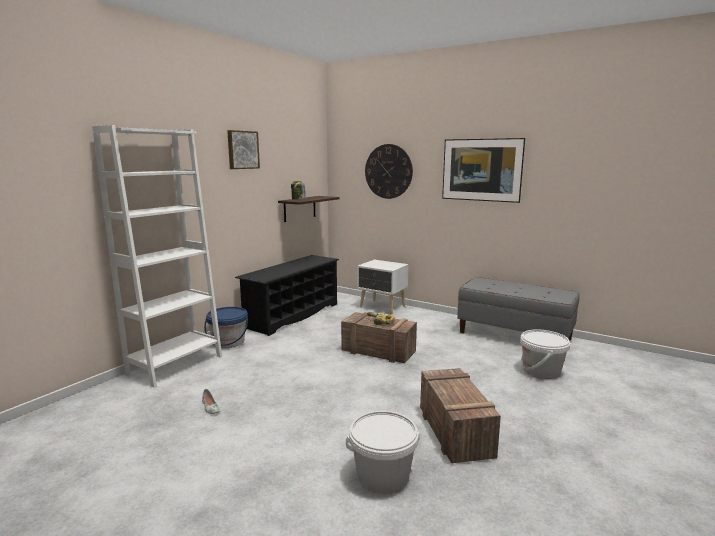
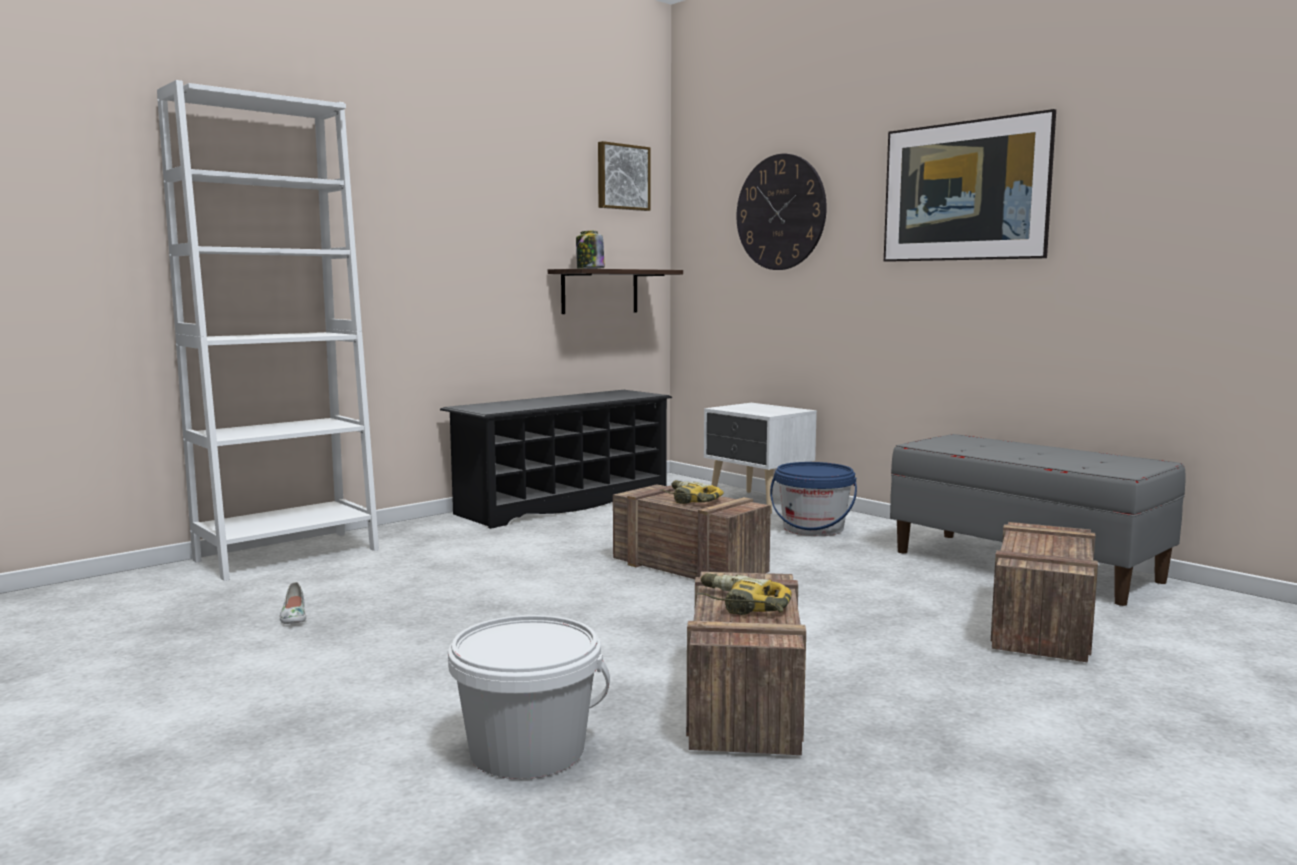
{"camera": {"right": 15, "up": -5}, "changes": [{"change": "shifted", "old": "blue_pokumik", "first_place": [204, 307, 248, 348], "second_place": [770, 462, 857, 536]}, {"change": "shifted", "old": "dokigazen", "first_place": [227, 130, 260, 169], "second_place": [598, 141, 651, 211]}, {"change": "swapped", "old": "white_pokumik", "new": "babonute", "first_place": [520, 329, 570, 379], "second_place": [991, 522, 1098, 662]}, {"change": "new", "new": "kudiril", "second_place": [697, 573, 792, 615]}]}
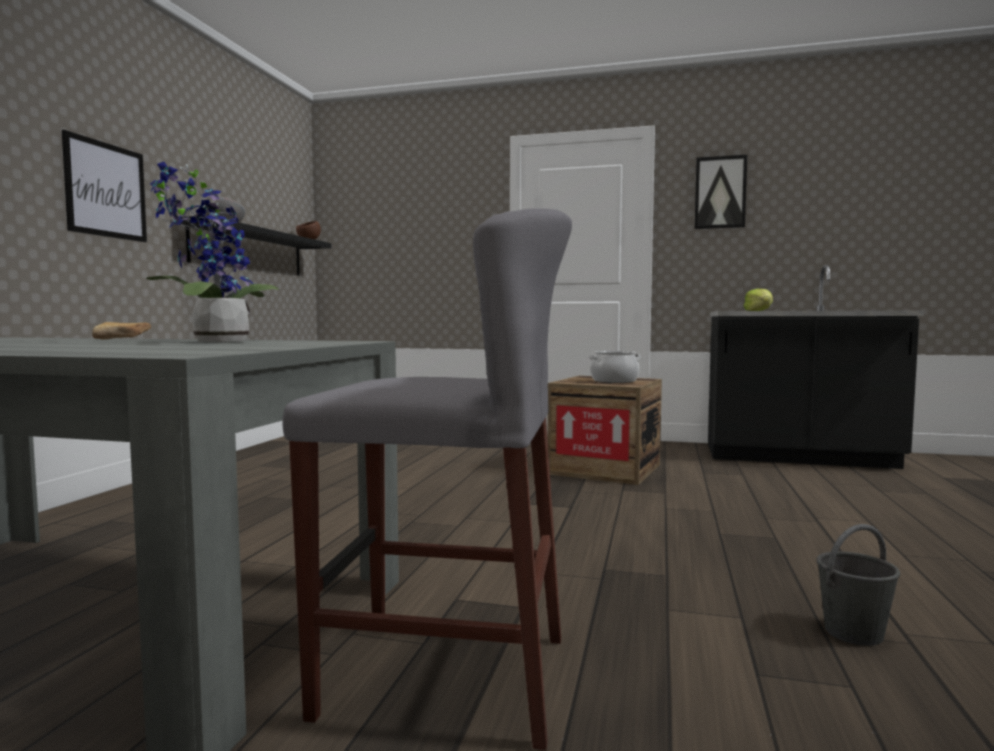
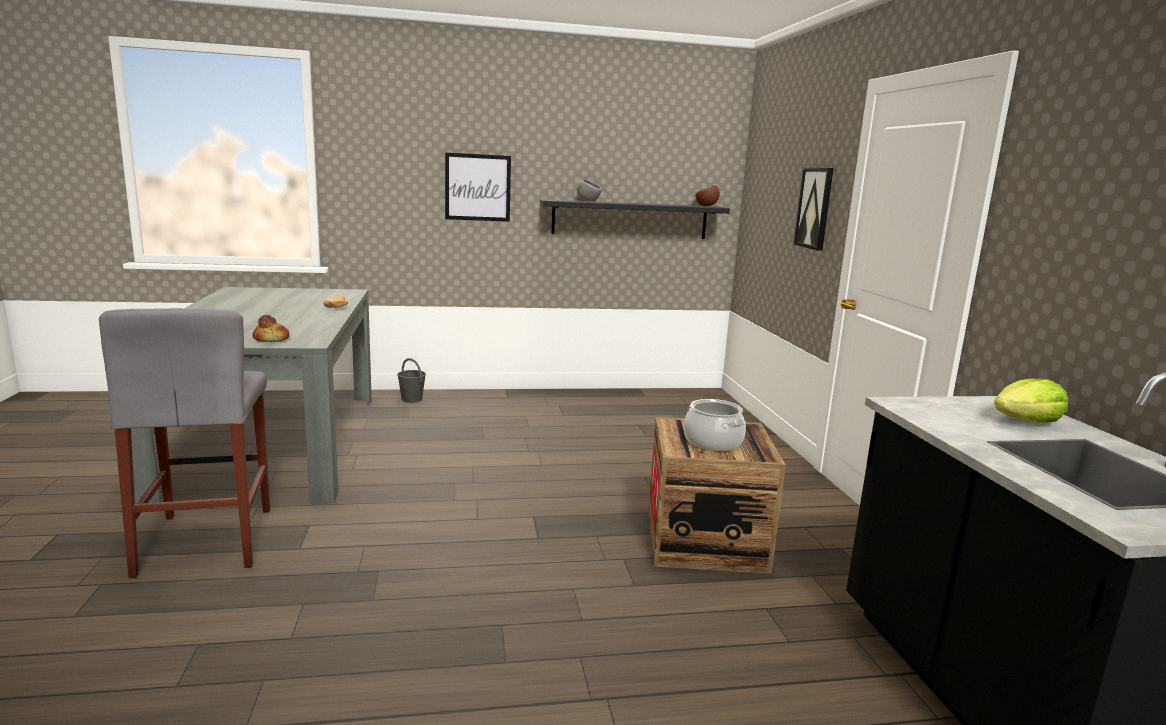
{"camera": {"right": 65, "up": 10}, "changes": [{"change": "gone", "old": "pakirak", "first_place": [146, 162, 278, 342]}, {"change": "shifted", "old": "dokigazen", "first_place": [694, 155, 747, 229], "second_place": [793, 168, 834, 251]}, {"change": "shifted", "old": "grey_pokumik", "first_place": [817, 524, 900, 646], "second_place": [397, 358, 426, 403]}, {"change": "new", "new": "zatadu", "second_place": [252, 315, 289, 342]}]}
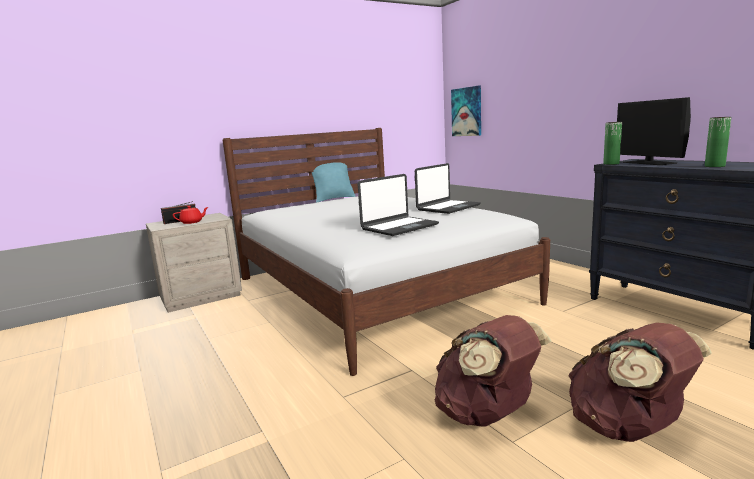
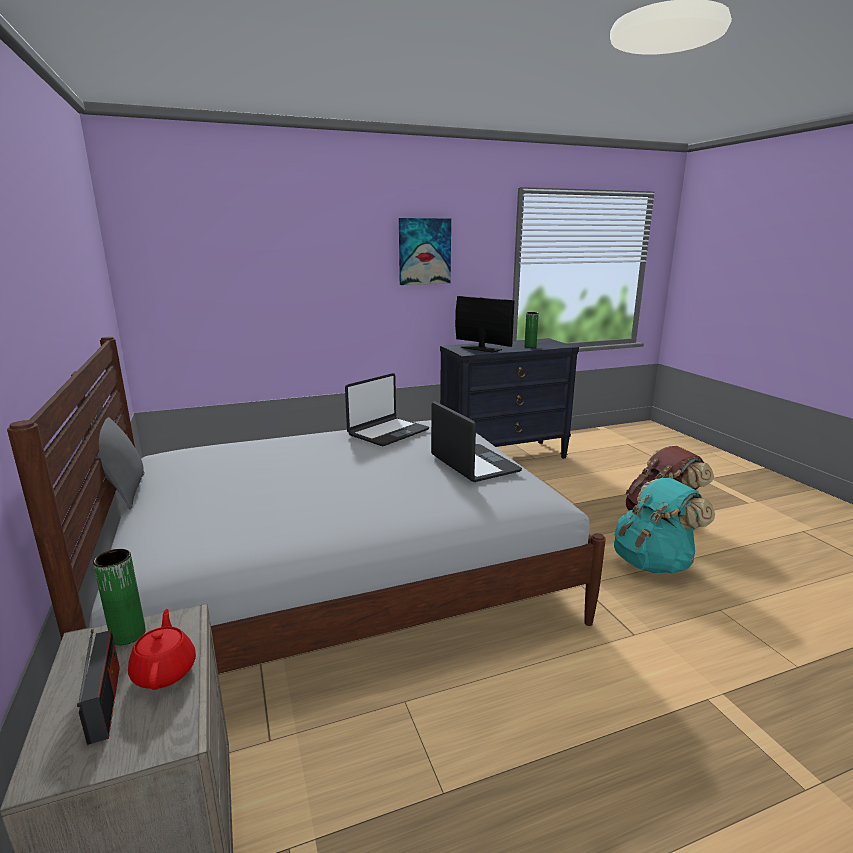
{"camera": {"right": -80, "up": 5}, "changes": [{"change": "repainted", "old": "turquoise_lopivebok", "new": "grey_lopivebok", "first_place": [312, 162, 355, 202], "second_place": [82, 407, 145, 509]}, {"change": "rotated", "old": "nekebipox", "first_place": [415, 163, 481, 214], "second_place": [345, 373, 429, 446], "degrees": 75}, {"change": "repainted", "old": "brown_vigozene", "new": "turquoise_vigozene", "first_place": [434, 315, 551, 427], "second_place": [614, 477, 715, 573]}, {"change": "shifted", "old": "dokigazen", "first_place": [451, 86, 481, 136], "second_place": [399, 218, 451, 285]}, {"change": "shifted", "old": "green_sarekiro", "first_place": [603, 122, 622, 165], "second_place": [93, 549, 146, 645]}, {"change": "rotated", "old": "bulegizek", "first_place": [617, 97, 691, 165], "second_place": [455, 296, 515, 353], "degrees": -135}]}
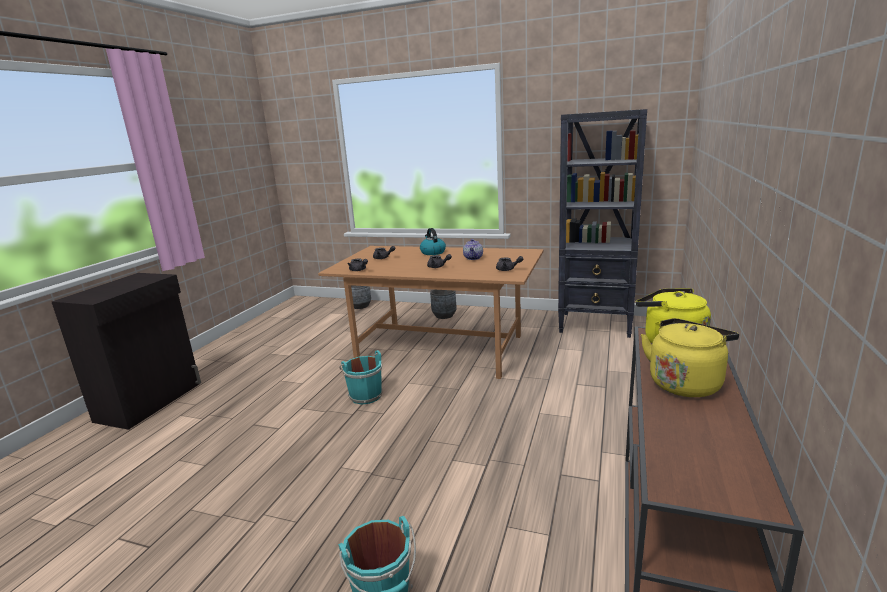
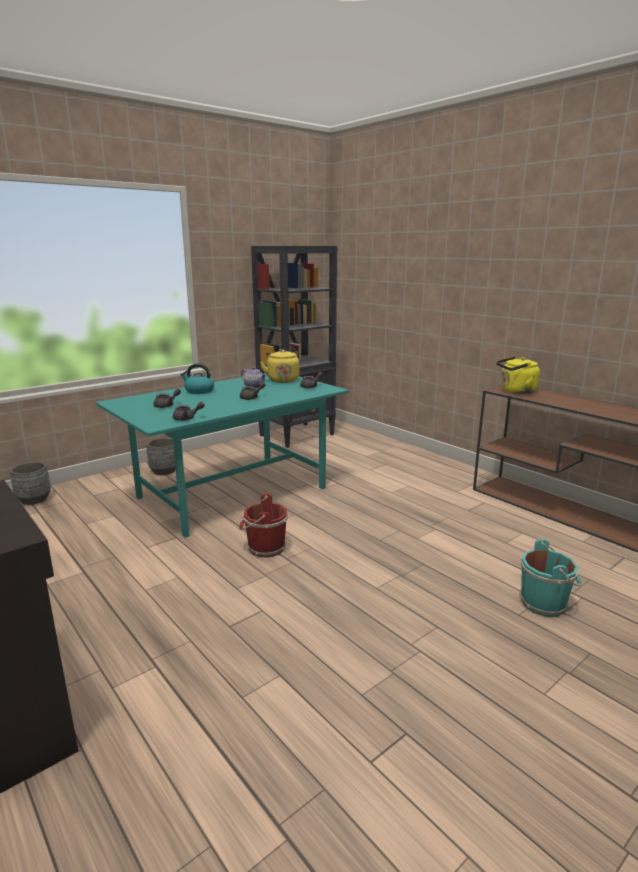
{"camera": {"right": -60, "up": 0}, "changes": [{"change": "repainted", "old": "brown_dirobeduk", "new": "turquoise_dirobeduk", "first_place": [318, 246, 544, 379], "second_place": [96, 375, 349, 538]}, {"change": "repainted", "old": "turquoise_pokumik", "new": "red_pokumik", "first_place": [339, 350, 382, 405], "second_place": [239, 494, 288, 557]}, {"change": "shifted", "old": "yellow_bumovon", "first_place": [641, 318, 739, 397], "second_place": [260, 350, 299, 383]}]}
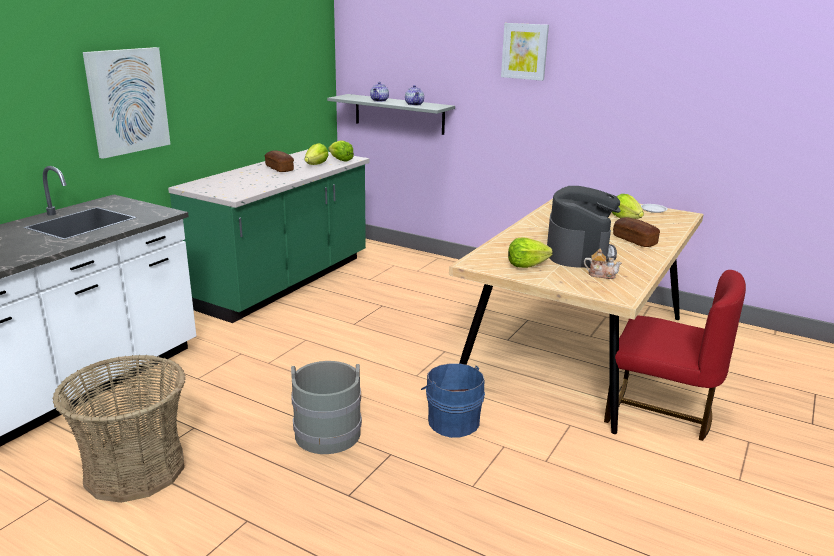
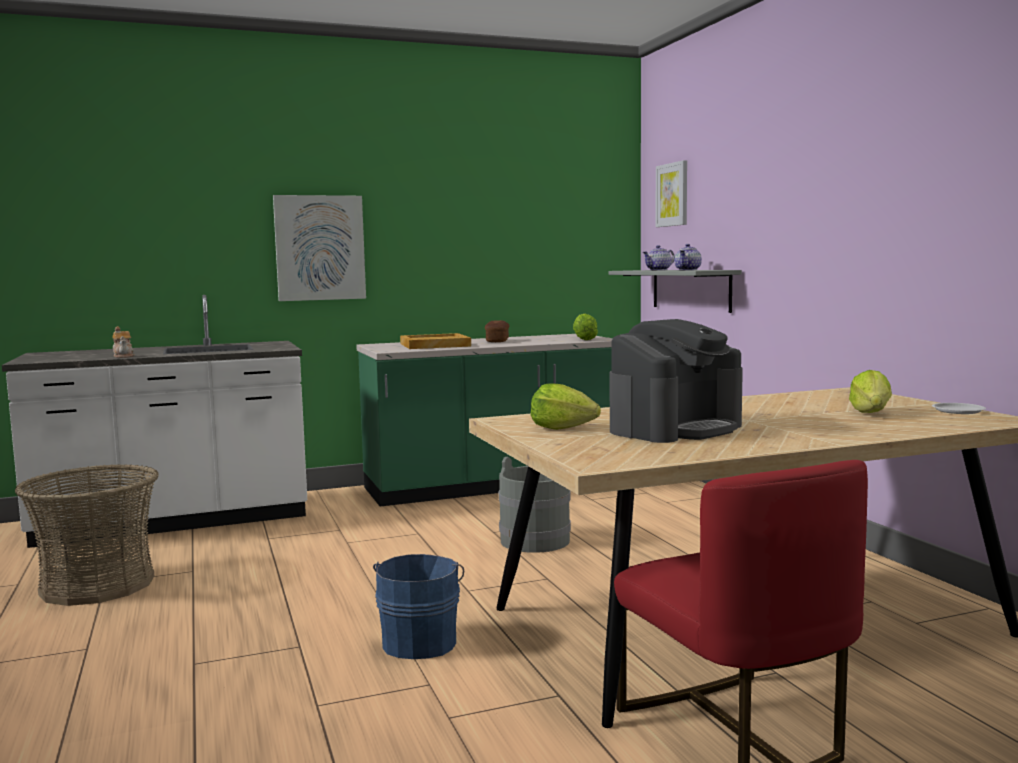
{"camera": {"right": 40, "up": -15}, "changes": [{"change": "shifted", "old": "grey_pokumik", "first_place": [291, 361, 362, 454], "second_place": [498, 457, 571, 553]}, {"change": "gone", "old": "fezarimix", "first_place": [305, 143, 329, 165]}, {"change": "shifted", "old": "dokigazen", "first_place": [501, 23, 549, 81], "second_place": [656, 160, 687, 227]}, {"change": "shifted", "old": "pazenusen", "first_place": [584, 248, 622, 279], "second_place": [112, 326, 135, 358]}, {"change": "gone", "old": "zatadu", "first_place": [613, 217, 660, 247]}, {"change": "new", "new": "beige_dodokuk", "second_place": [400, 333, 471, 349]}]}
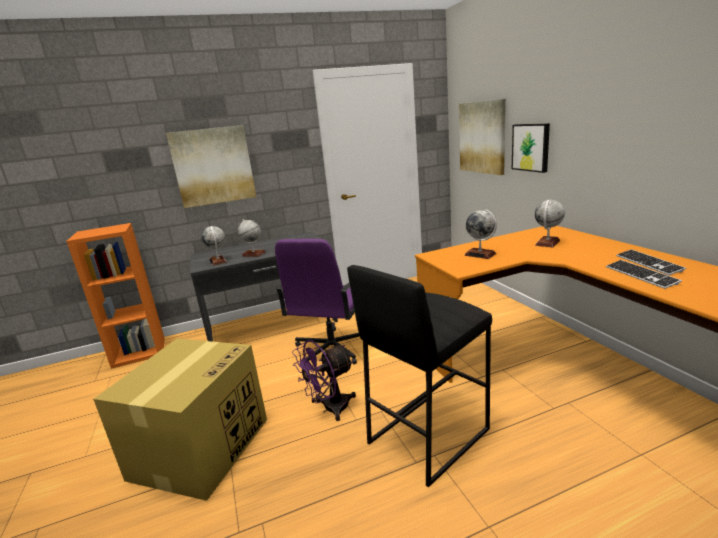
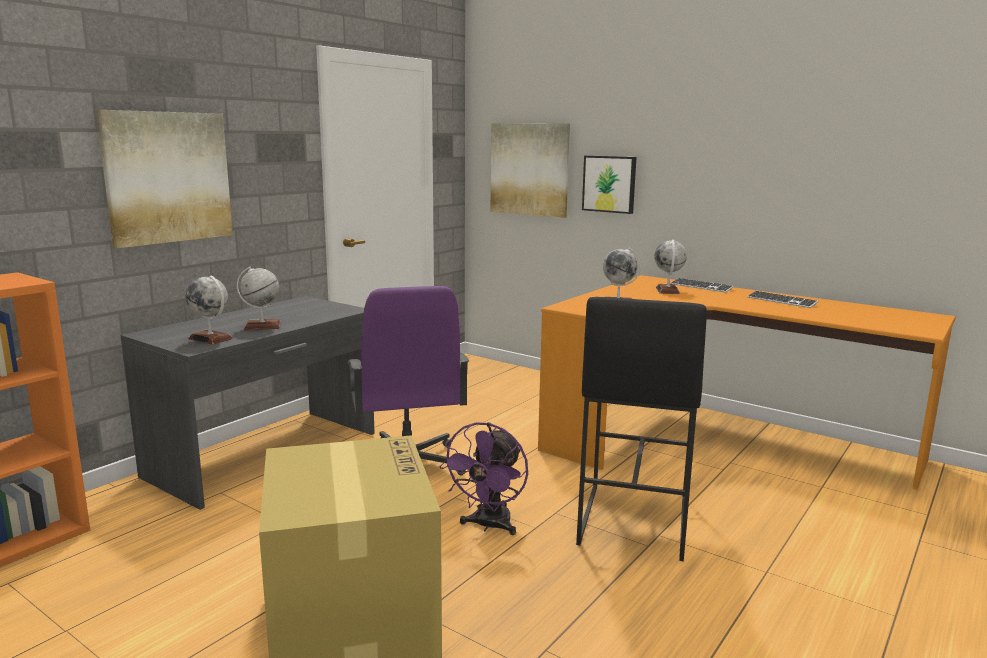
{"camera": {"right": -35, "up": -5}, "changes": [{"change": "shifted", "old": "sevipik", "first_place": [606, 260, 682, 289], "second_place": [671, 278, 734, 293]}]}
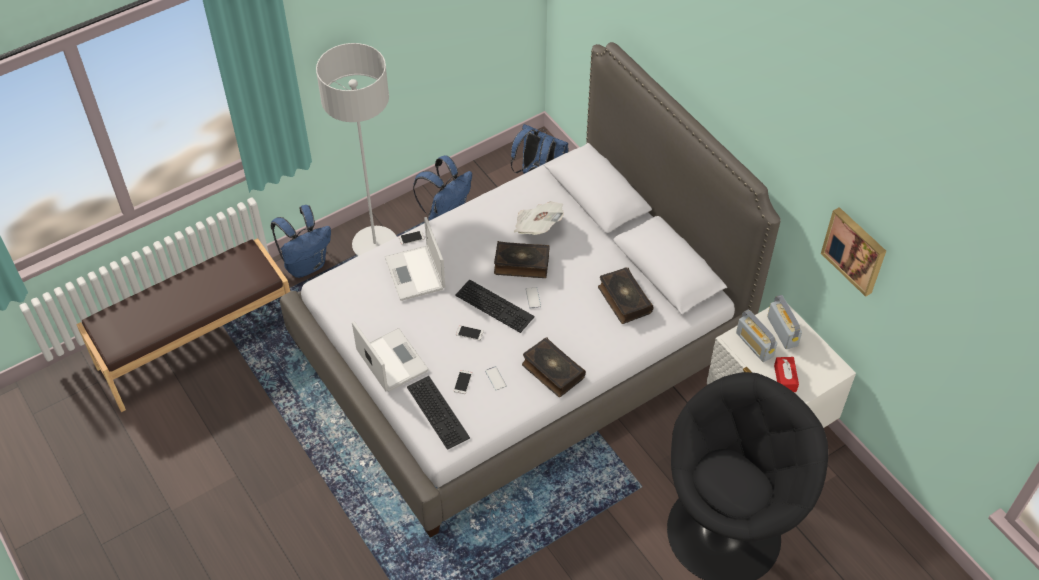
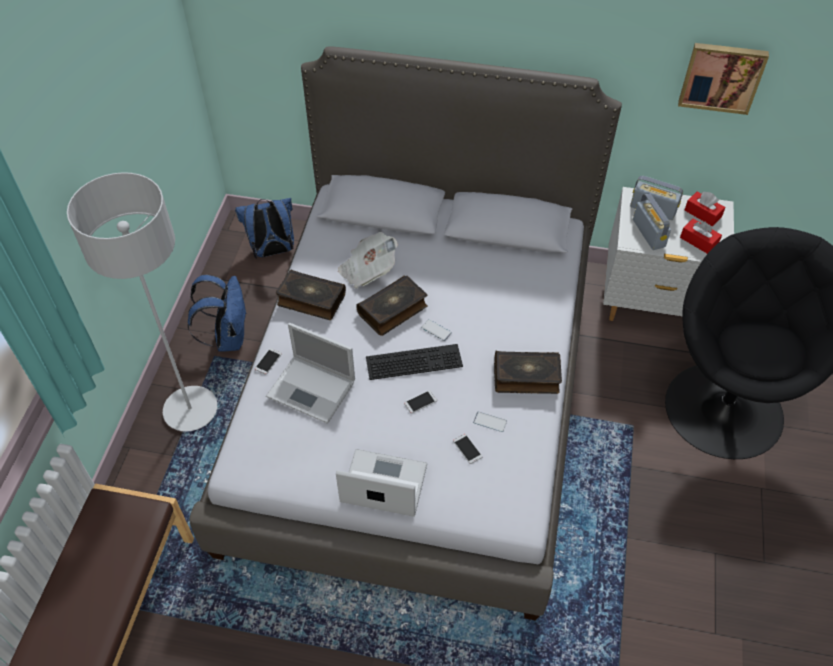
{"camera": {"right": -45, "up": 0}, "changes": [{"change": "gone", "old": "blue_vigozene", "first_place": [271, 205, 331, 278]}, {"change": "gone", "old": "sevipik", "first_place": [407, 376, 470, 450]}, {"change": "shifted", "old": "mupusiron", "first_place": [598, 267, 654, 324], "second_place": [276, 269, 346, 320]}, {"change": "rotated", "old": "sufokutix", "first_place": [736, 310, 777, 362], "second_place": [633, 193, 671, 250], "degrees": -120}, {"change": "new", "new": "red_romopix", "second_place": [685, 191, 726, 226]}]}
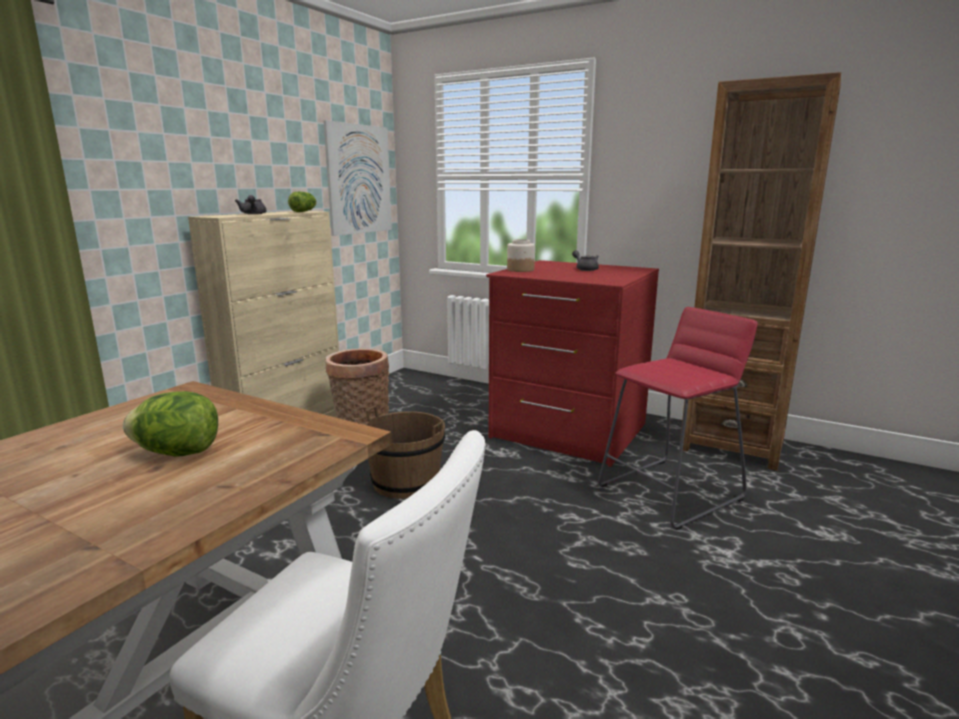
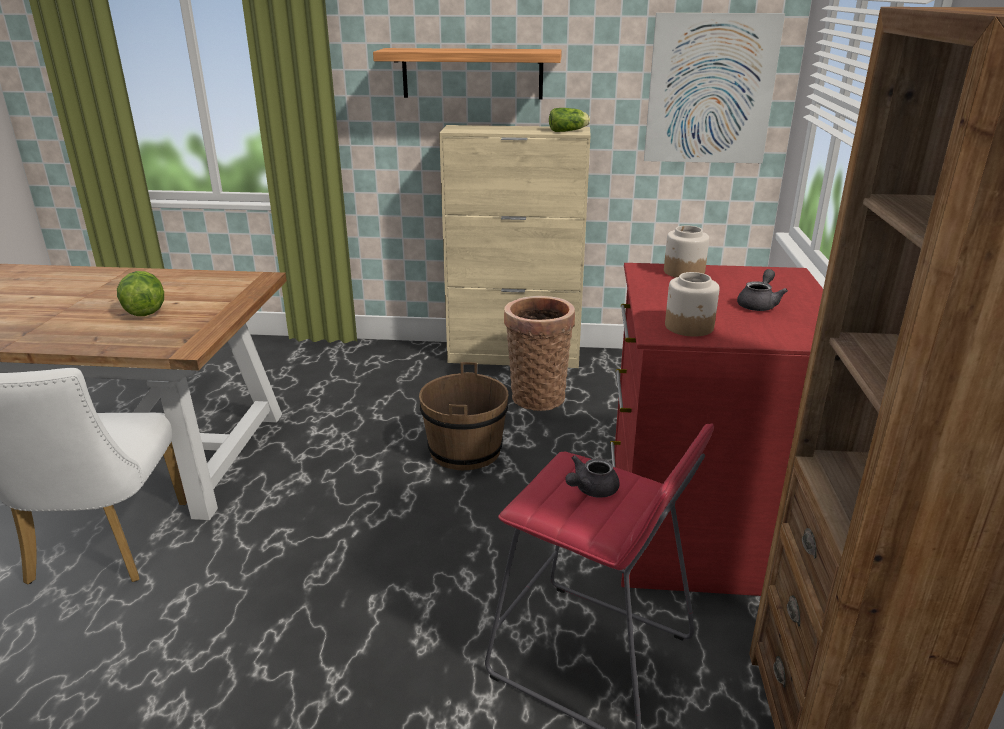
{"camera": {"right": 65, "up": 10}, "changes": [{"change": "shifted", "old": "grey_pazenusen", "first_place": [235, 195, 267, 214], "second_place": [565, 455, 620, 498]}, {"change": "new", "new": "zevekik", "second_place": [373, 48, 562, 99]}, {"change": "new", "new": "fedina", "second_place": [665, 272, 720, 337]}]}
